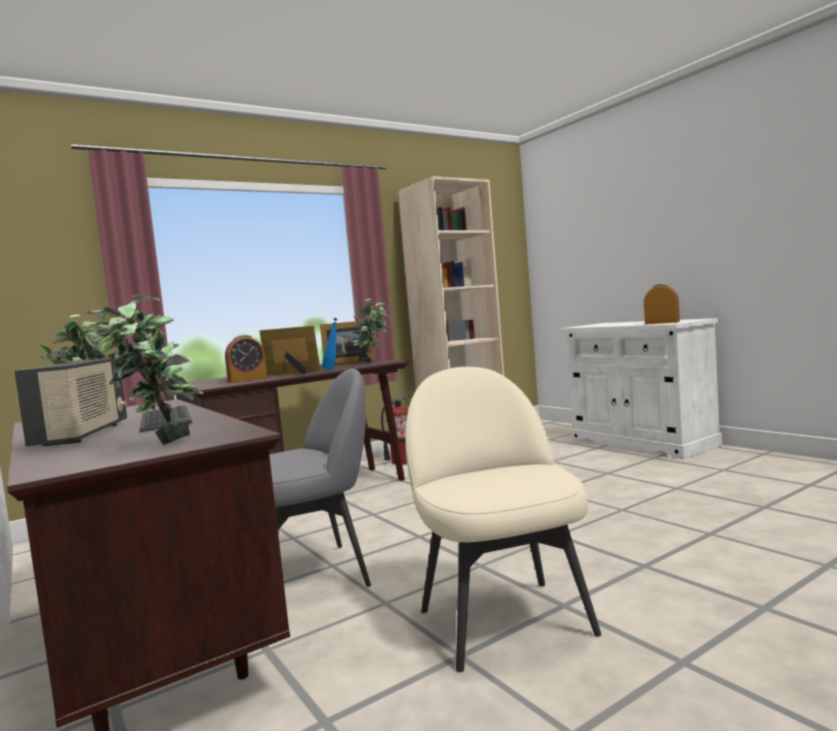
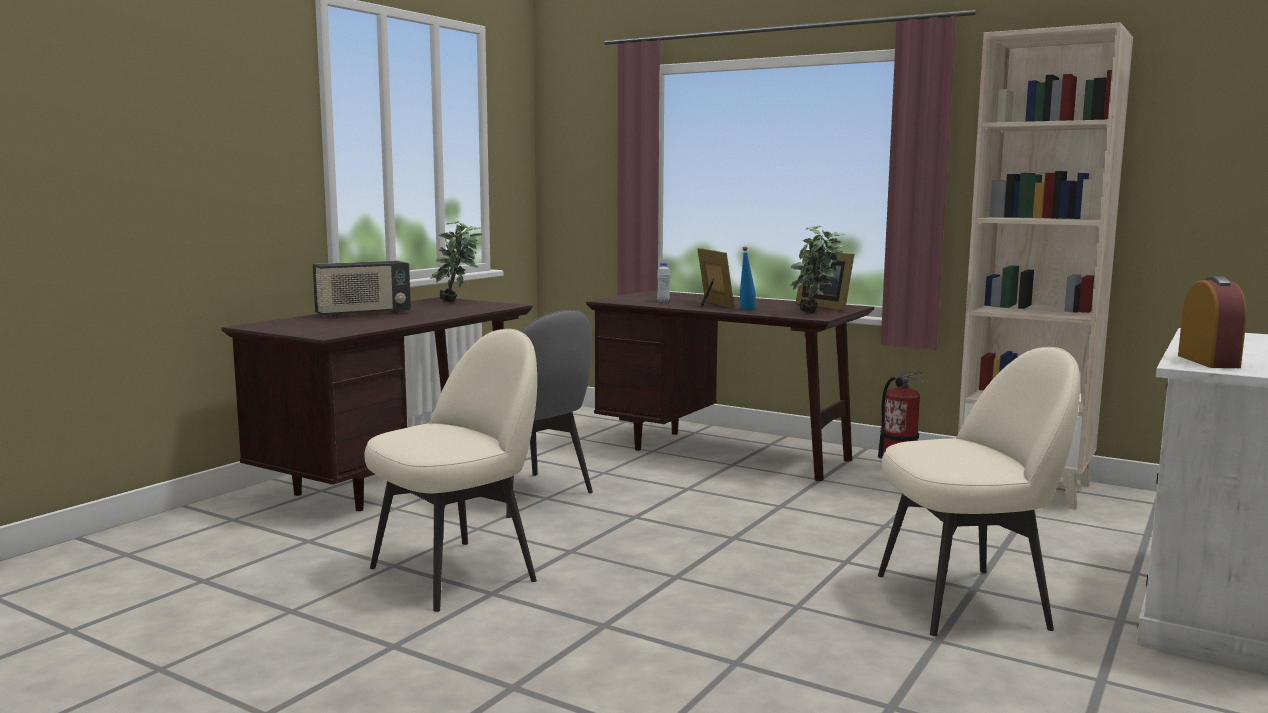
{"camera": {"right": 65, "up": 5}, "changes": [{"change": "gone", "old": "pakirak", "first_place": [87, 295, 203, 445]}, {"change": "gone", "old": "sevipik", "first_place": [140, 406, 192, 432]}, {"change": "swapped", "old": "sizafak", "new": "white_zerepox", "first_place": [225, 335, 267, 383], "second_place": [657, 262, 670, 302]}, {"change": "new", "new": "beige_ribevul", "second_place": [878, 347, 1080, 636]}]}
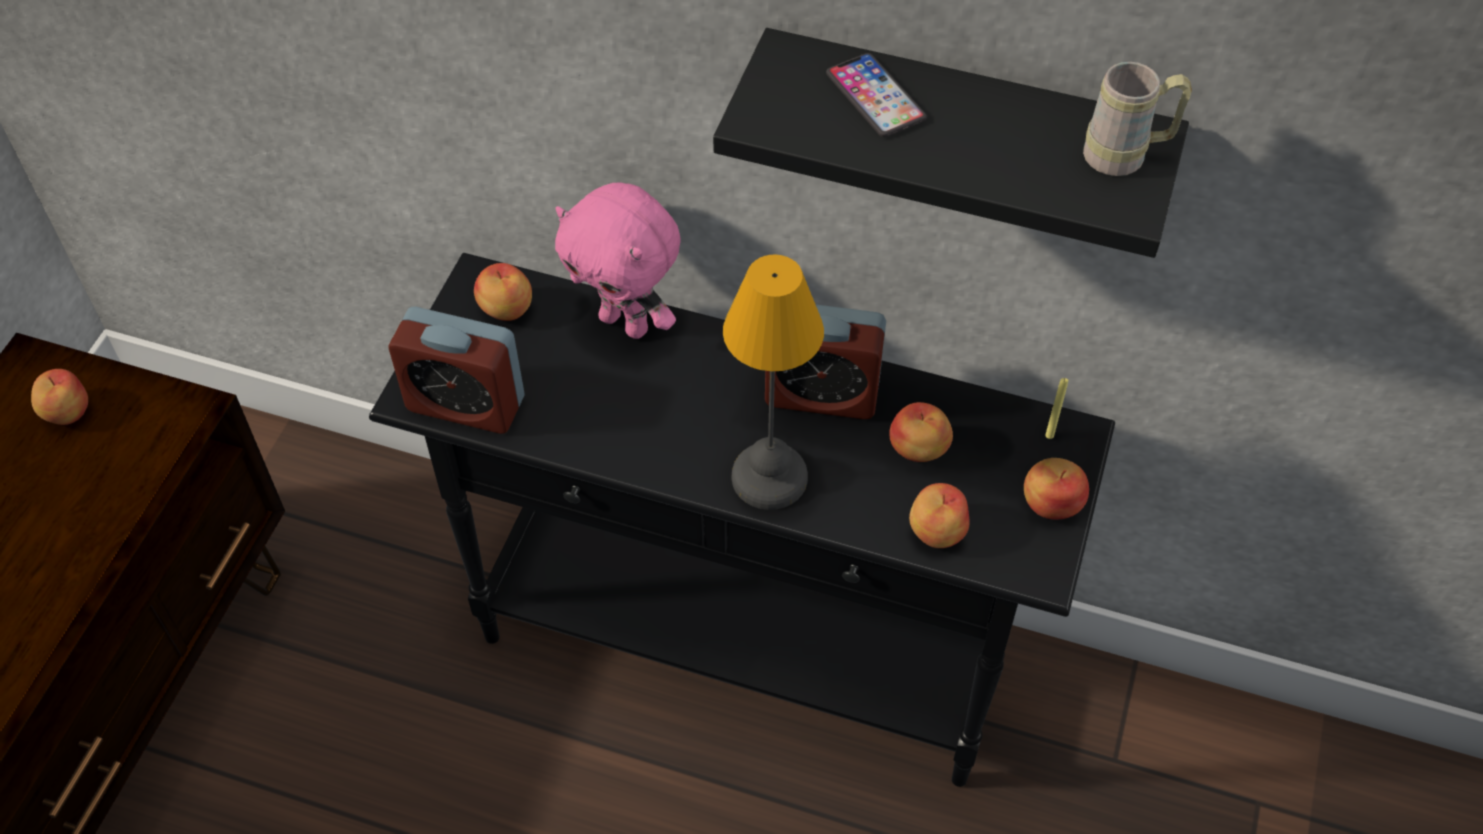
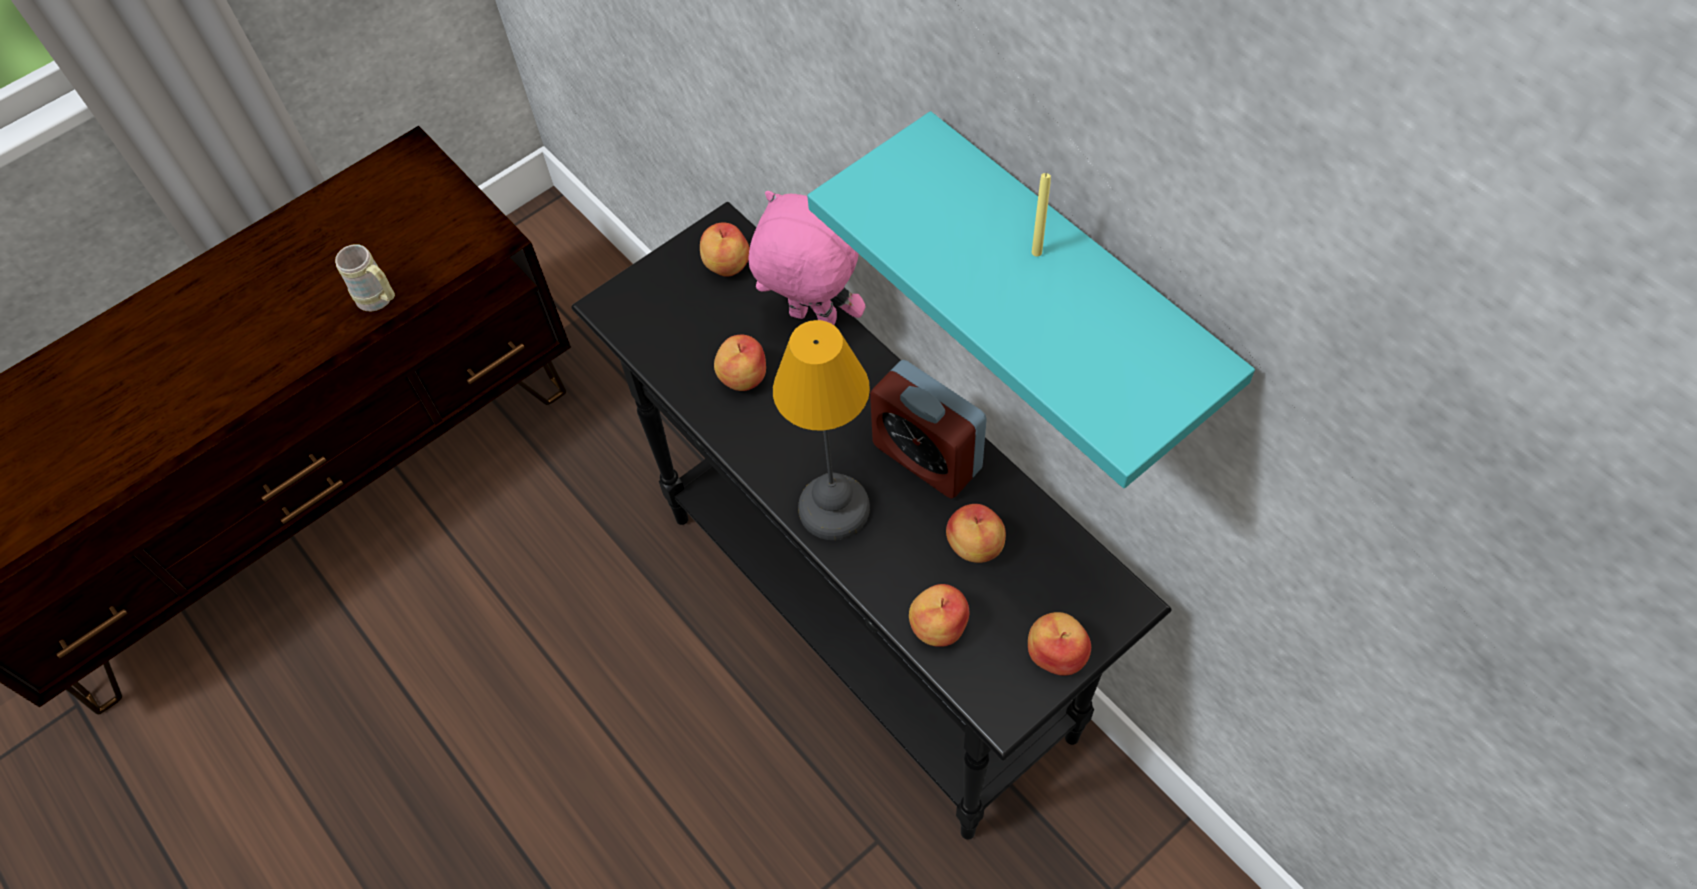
{"camera": {"right": 35, "up": 5}, "changes": [{"change": "shifted", "old": "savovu", "first_place": [31, 369, 88, 425], "second_place": [714, 335, 766, 391]}, {"change": "gone", "old": "sizafak", "first_place": [389, 307, 524, 434]}, {"change": "rotated", "old": "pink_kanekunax", "first_place": [555, 182, 681, 339], "second_place": [749, 191, 866, 325], "degrees": 135}, {"change": "repainted", "old": "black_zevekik", "new": "turquoise_zevekik", "first_place": [713, 28, 1189, 258], "second_place": [807, 111, 1255, 488]}, {"change": "gone", "old": "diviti", "first_place": [826, 53, 927, 137]}, {"change": "shifted", "old": "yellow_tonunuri", "first_place": [1045, 378, 1068, 439], "second_place": [1032, 173, 1051, 257]}, {"change": "shifted", "old": "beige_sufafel", "first_place": [1083, 62, 1192, 176], "second_place": [335, 244, 395, 312]}]}
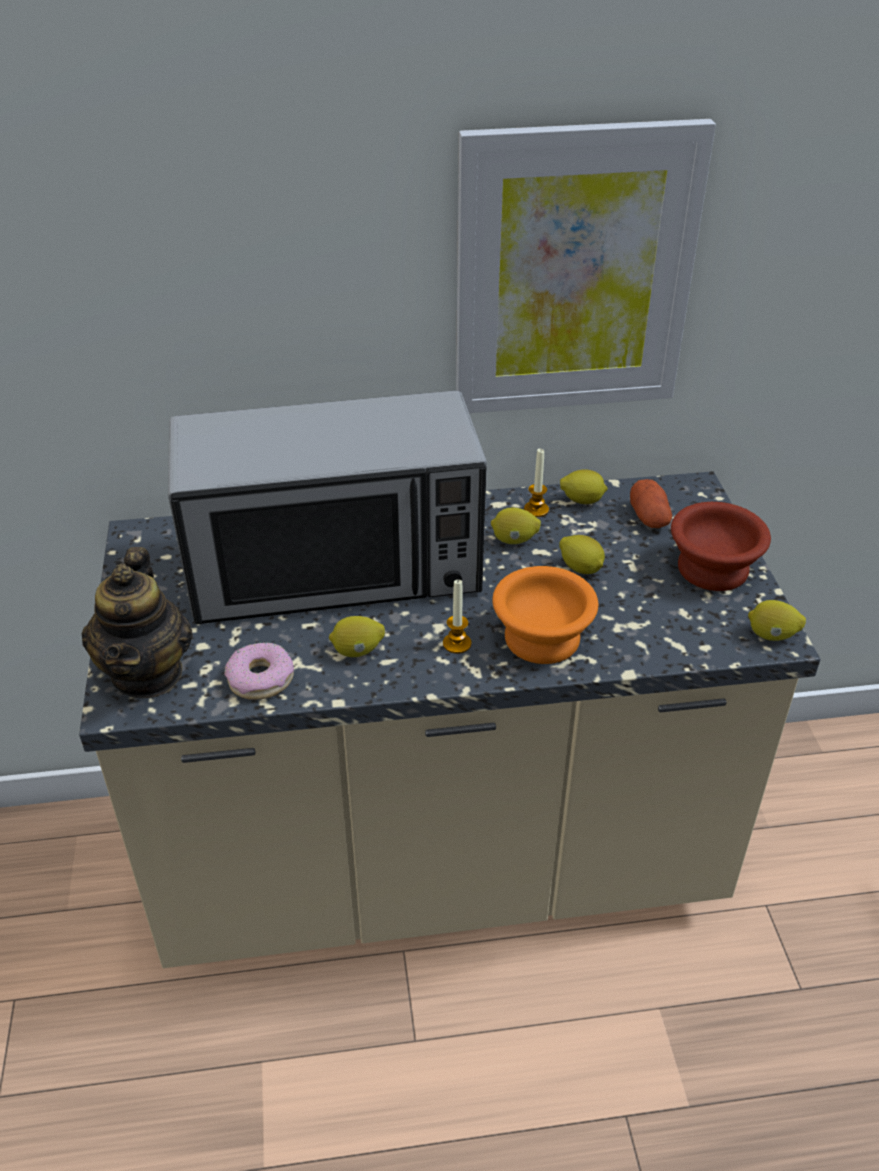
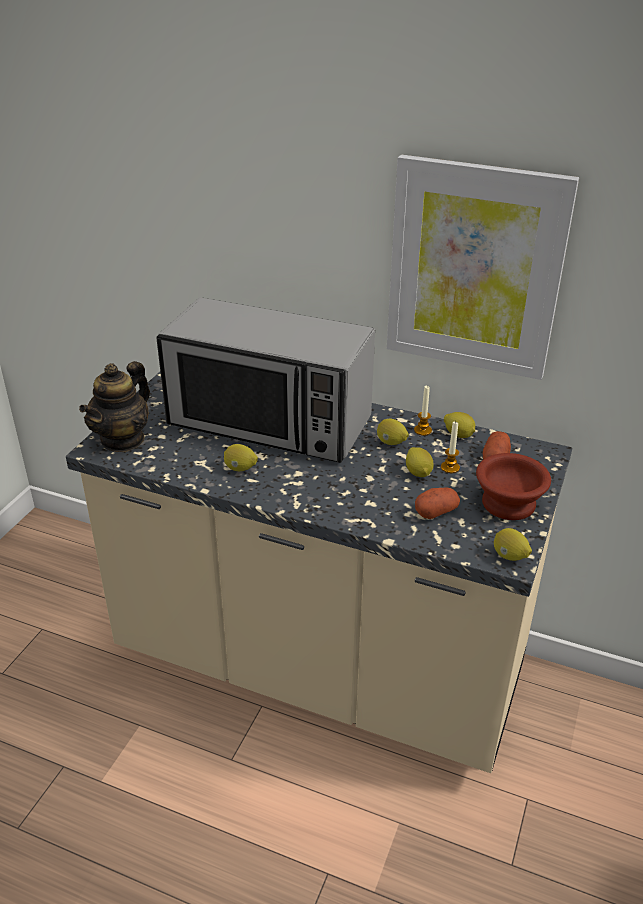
{"camera": {"right": 30, "up": -5}, "changes": [{"change": "gone", "old": "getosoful", "first_place": [224, 643, 294, 700]}, {"change": "shifted", "old": "tonunuri", "first_place": [443, 580, 471, 654], "second_place": [441, 421, 460, 473]}, {"change": "gone", "old": "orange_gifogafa", "first_place": [492, 566, 598, 664]}, {"change": "new", "new": "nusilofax", "second_place": [415, 488, 460, 519]}]}
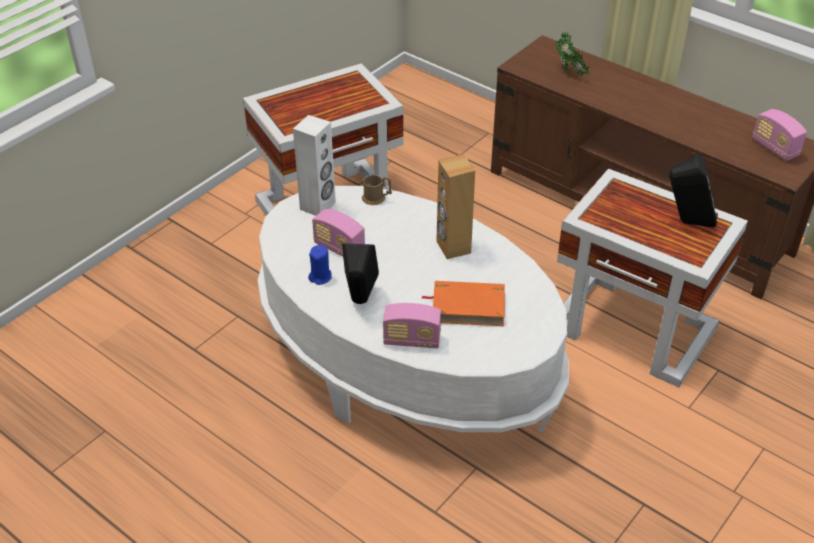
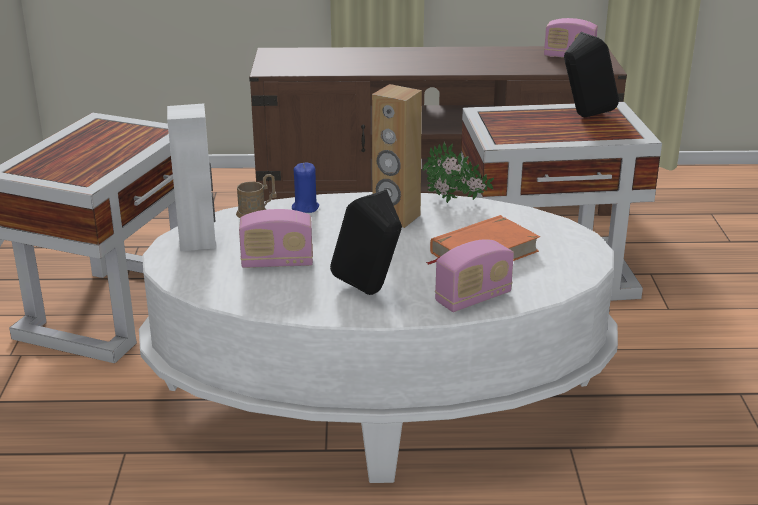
{"camera": {"right": -40, "up": -15}, "changes": [{"change": "shifted", "old": "blue_tonunuri", "first_place": [308, 245, 332, 285], "second_place": [292, 163, 319, 213]}, {"change": "shifted", "old": "pakirak", "first_place": [555, 32, 589, 77], "second_place": [423, 142, 494, 203]}]}
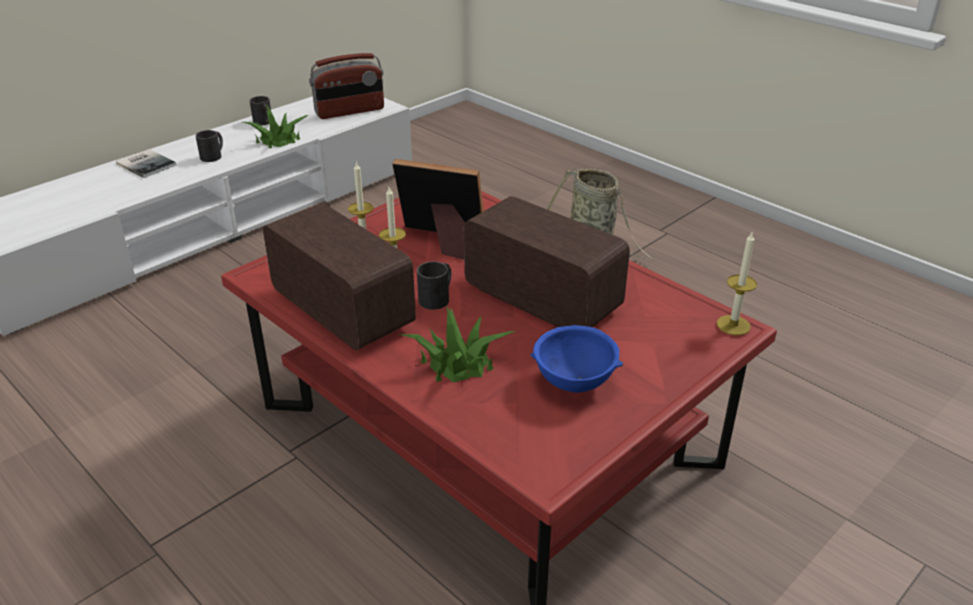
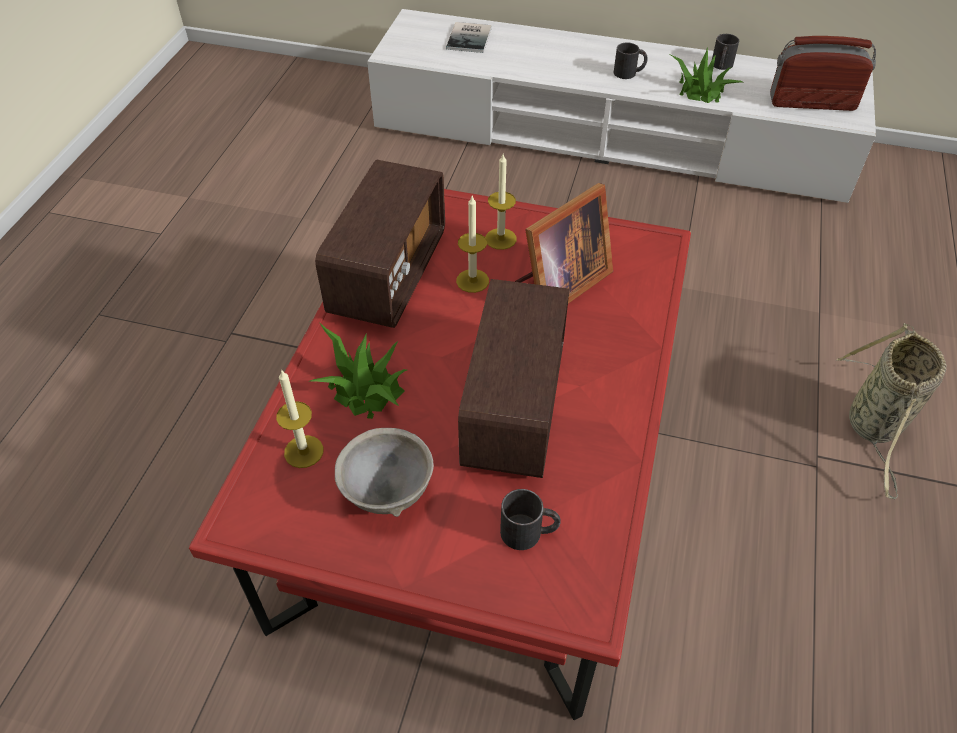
{"camera": {"right": 60, "up": 15}, "changes": [{"change": "shifted", "old": "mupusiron", "first_place": [116, 149, 177, 178], "second_place": [446, 22, 492, 53]}, {"change": "rotated", "old": "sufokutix", "first_place": [309, 53, 384, 119], "second_place": [770, 36, 876, 111], "degrees": 150}, {"change": "rotated", "old": "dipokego", "first_place": [392, 159, 484, 260], "second_place": [515, 183, 613, 304], "degrees": 60}, {"change": "shifted", "old": "black_sufafel", "first_place": [417, 261, 451, 310], "second_place": [500, 489, 561, 550]}, {"change": "repainted", "old": "blue_gifogafa", "new": "grey_gifogafa", "first_place": [531, 325, 623, 392], "second_place": [335, 428, 434, 517]}, {"change": "shifted", "old": "tonunuri", "first_place": [717, 233, 757, 335], "second_place": [276, 369, 324, 468]}]}
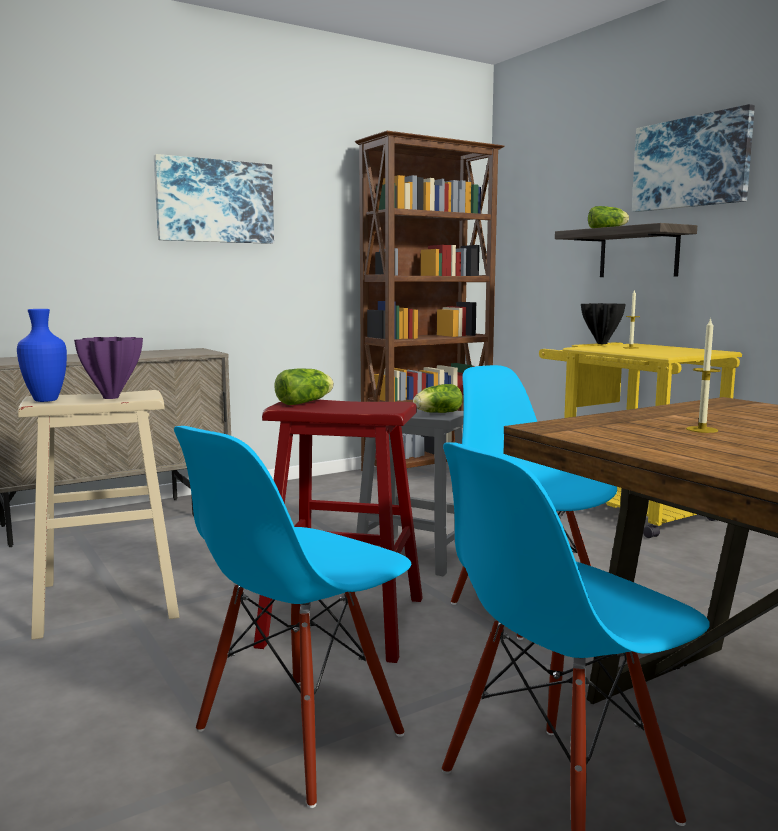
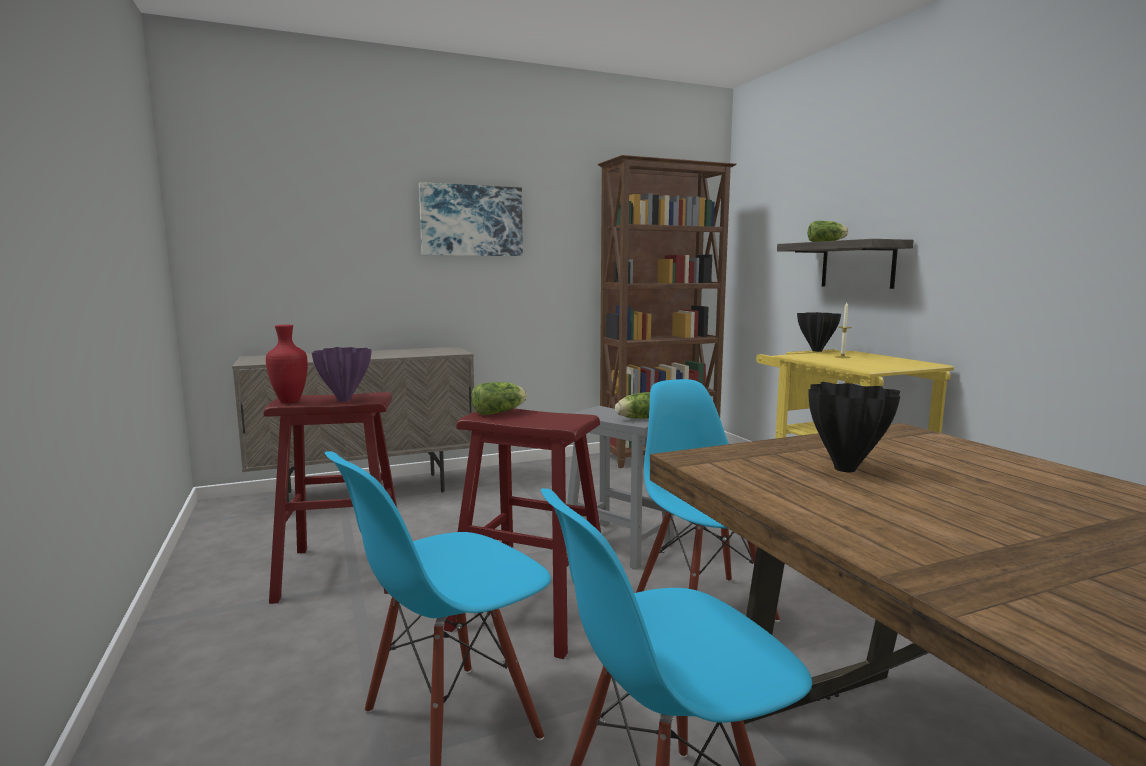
{"camera": {"right": 10, "up": 0}, "changes": [{"change": "repainted", "old": "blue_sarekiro", "new": "red_sarekiro", "first_place": [17, 309, 67, 402], "second_place": [266, 325, 308, 403]}, {"change": "repainted", "old": "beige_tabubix", "new": "red_tabubix", "first_place": [18, 390, 179, 640], "second_place": [263, 392, 397, 604]}, {"change": "gone", "old": "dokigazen", "first_place": [632, 104, 755, 212]}, {"change": "swapped", "old": "tonunuri", "new": "black_sarekiro", "first_place": [686, 317, 721, 433], "second_place": [808, 382, 900, 472]}]}
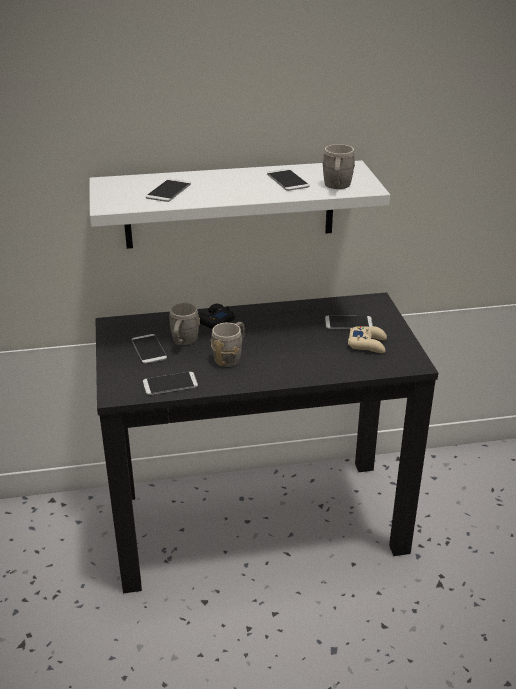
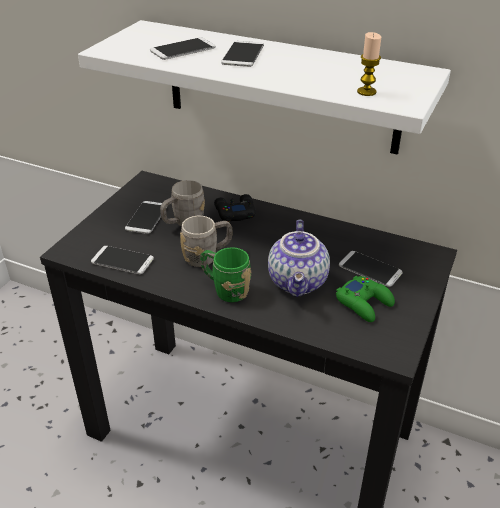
{"camera": {"right": 35, "up": 5}, "changes": [{"change": "shifted", "old": "diviti", "first_place": [267, 169, 309, 191], "second_place": [221, 41, 264, 67]}, {"change": "swapped", "old": "grey_sufafel", "new": "tonunuri", "first_place": [322, 144, 355, 189], "second_place": [357, 32, 381, 96]}, {"change": "repainted", "old": "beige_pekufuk", "new": "green_pekufuk", "first_place": [348, 326, 387, 353], "second_place": [336, 276, 395, 322]}, {"change": "new", "new": "green_sufafel", "second_place": [201, 247, 251, 302]}, {"change": "new", "new": "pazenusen", "second_place": [268, 219, 330, 297]}]}
